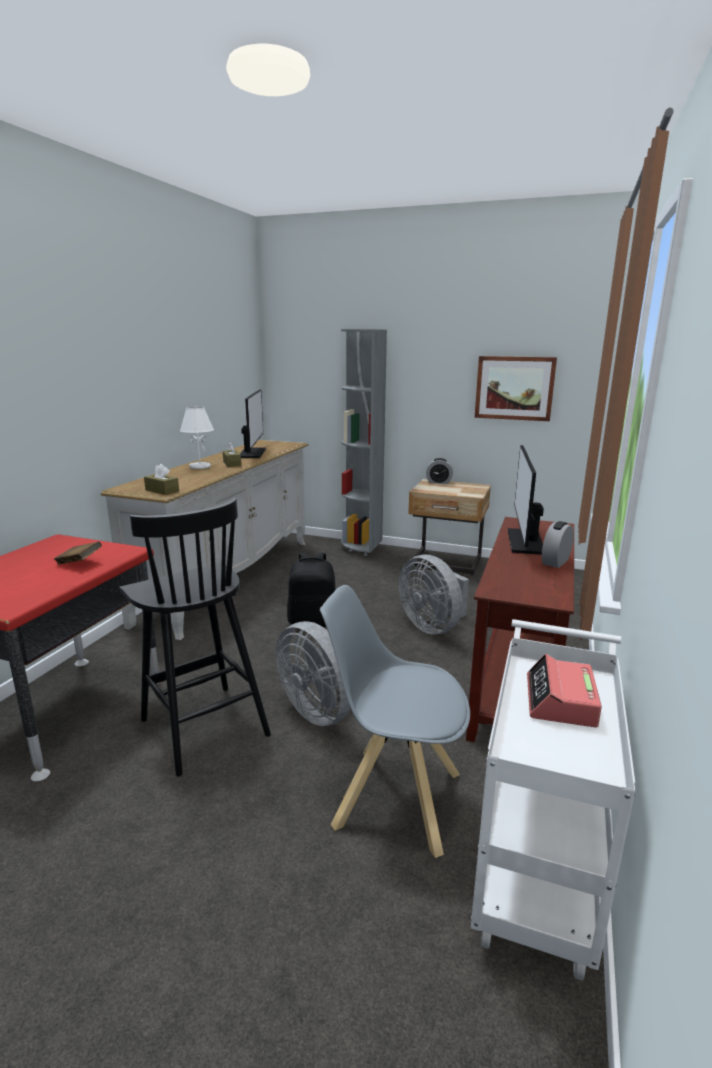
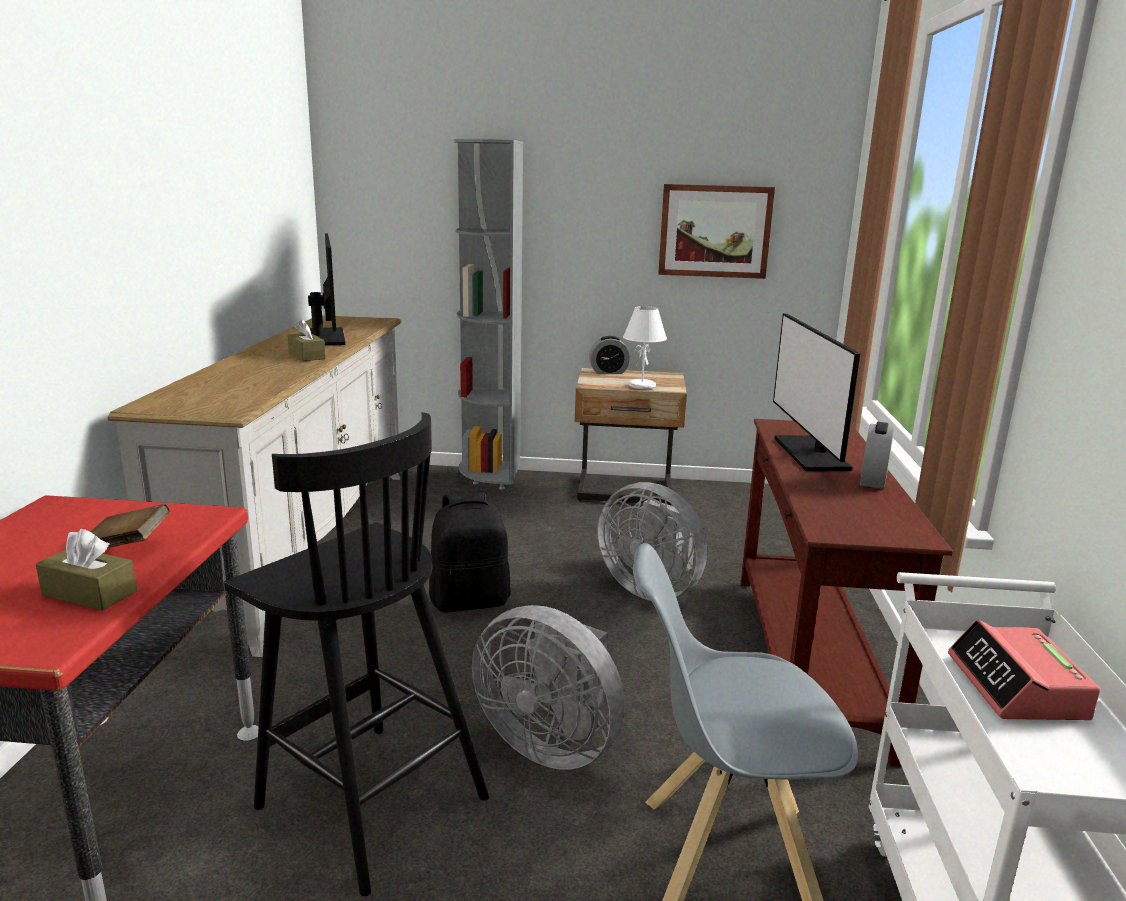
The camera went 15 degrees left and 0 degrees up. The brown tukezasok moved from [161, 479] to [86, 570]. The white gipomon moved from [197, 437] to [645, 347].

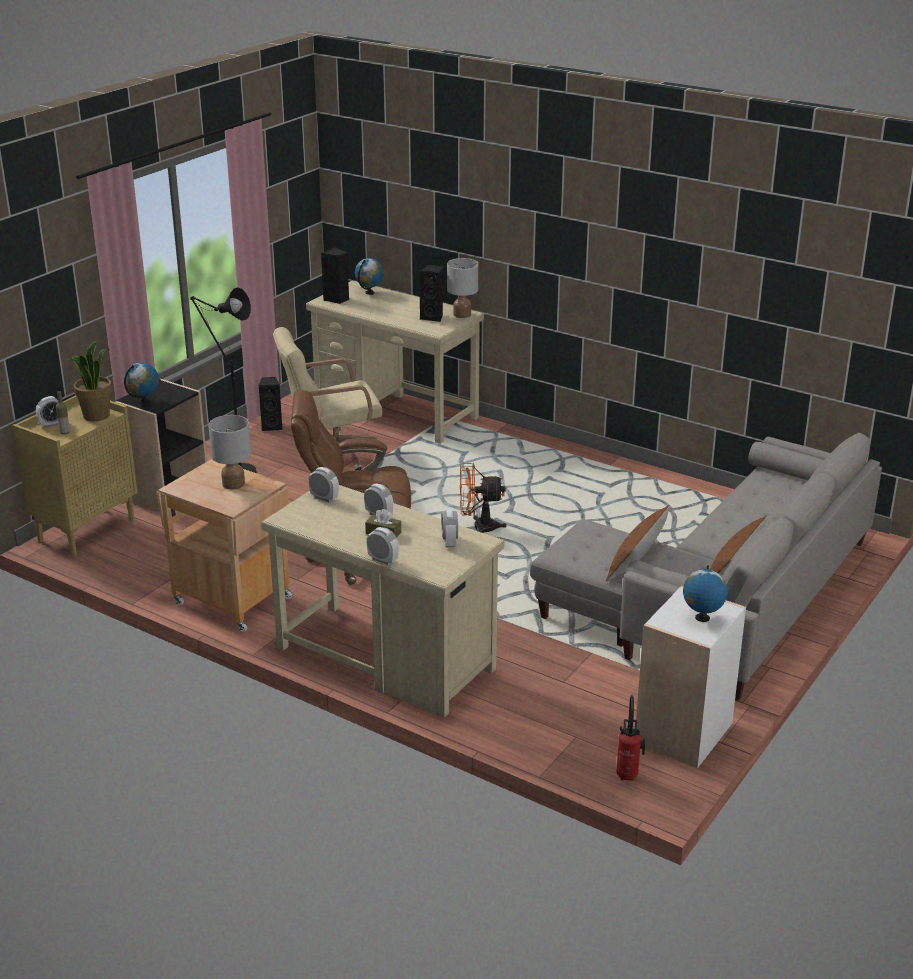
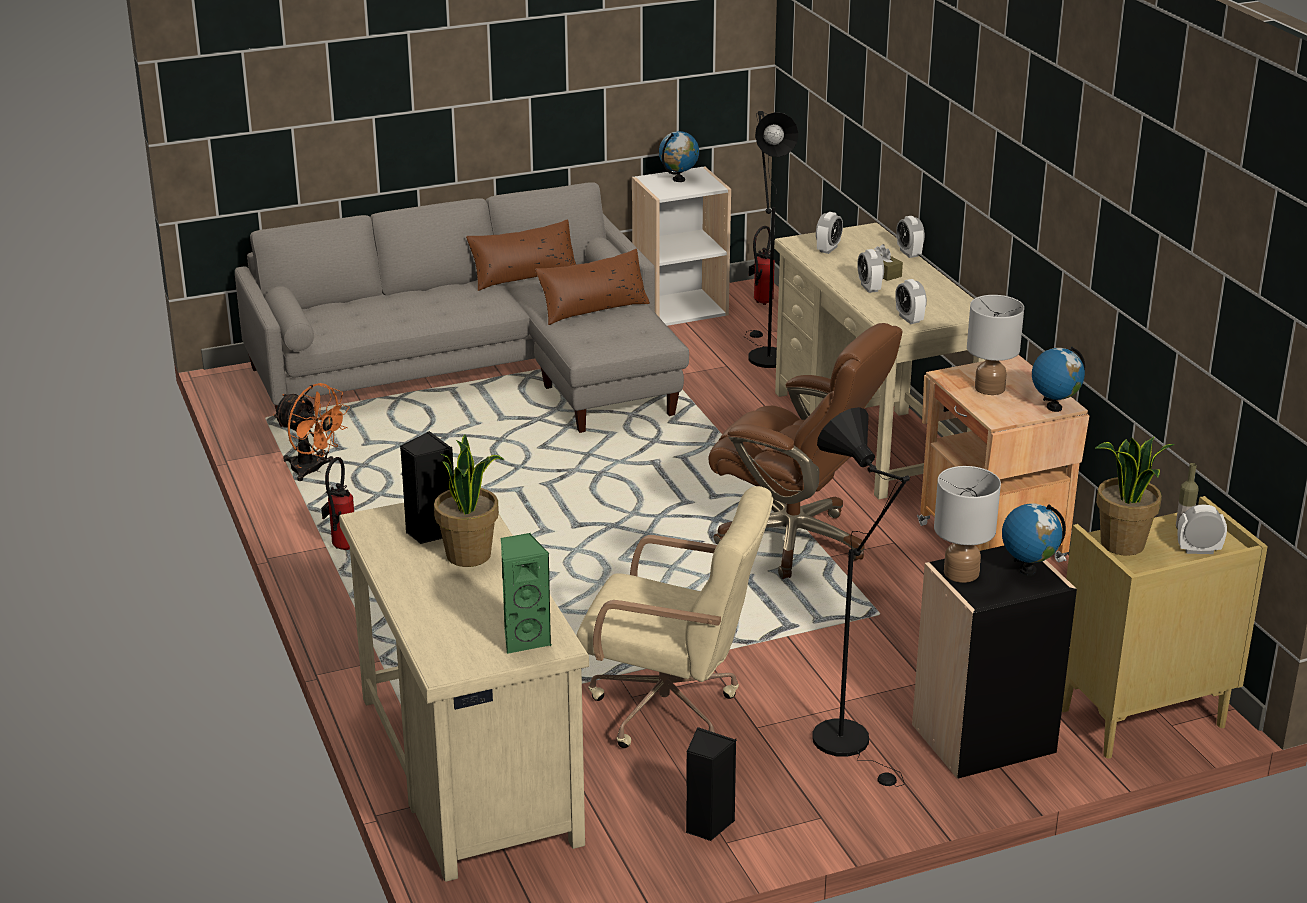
The camera went 145 degrees left and 0 degrees up. The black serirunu at [335, 275] became the green serirunu at [526, 593]. The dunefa moved from [369, 276] to [1058, 379]. The grey gipomon moved from [462, 288] to [967, 524]. The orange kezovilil moved from [483, 498] to [311, 432]. The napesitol at [337, 503] appeared. The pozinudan at [469, 500] appeared. The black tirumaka at [771, 239] appeared.

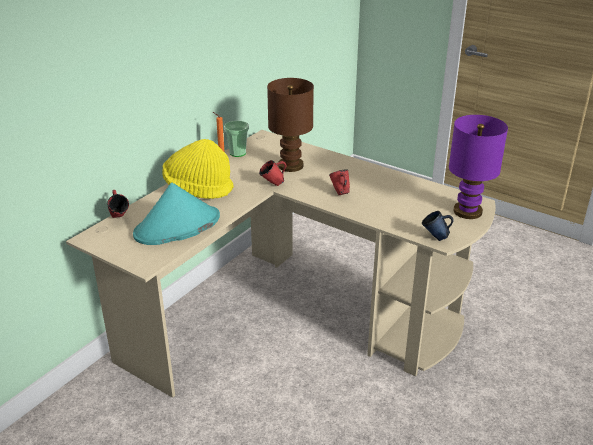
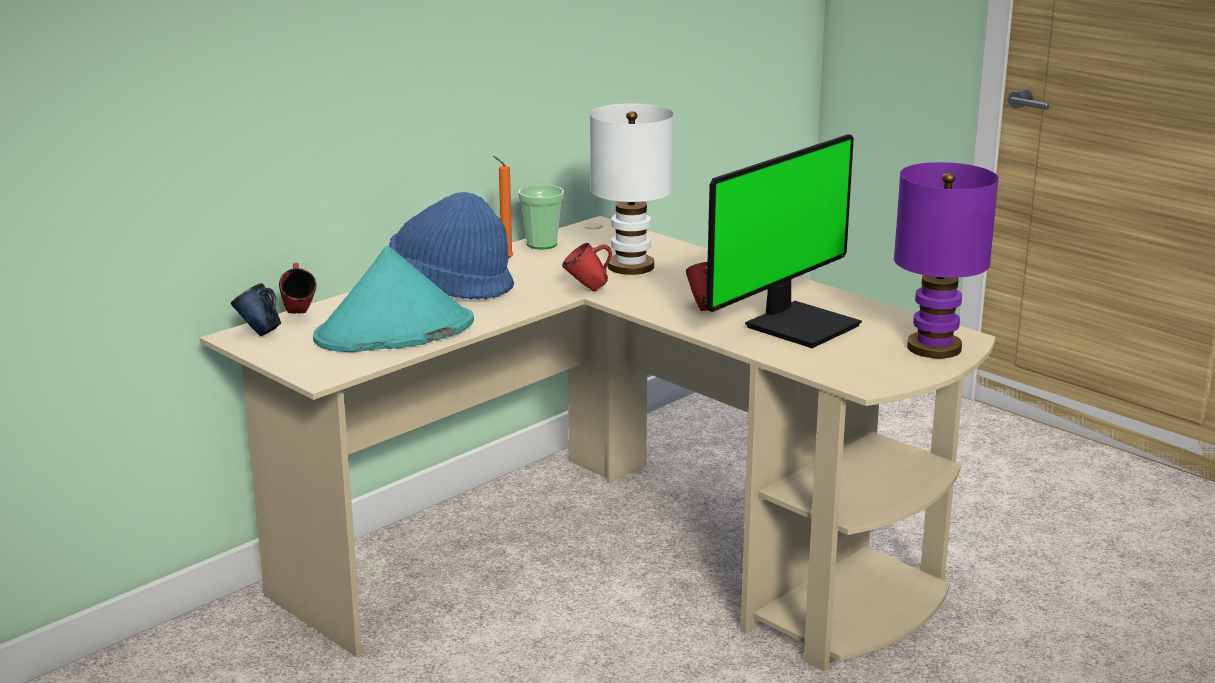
The camera went 10 degrees right and 10 degrees down. The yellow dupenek at [198, 169] became the blue dupenek at [451, 246]. The brown gipomon at [290, 125] became the white gipomon at [632, 189]. The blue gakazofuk moved from [438, 226] to [256, 309]. The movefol at [784, 241] appeared.

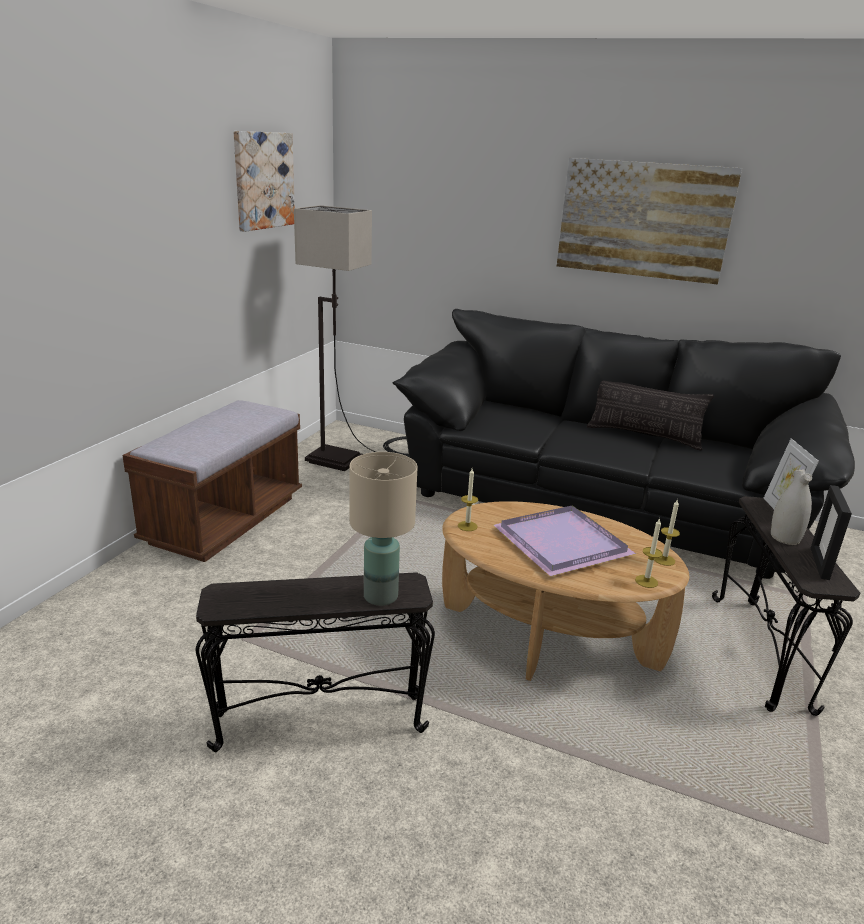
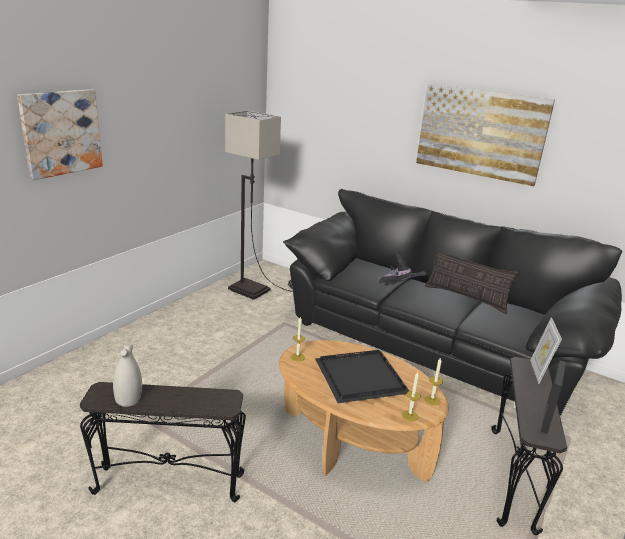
The camera went 10 degrees right and 0 degrees up. The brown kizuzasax at [212, 481] disappeared. The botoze moved from [264, 181] to [60, 134]. The beige gipomon at [383, 529] disappeared. The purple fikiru at [564, 540] became the black fikiru at [362, 376]. The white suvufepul moved from [791, 507] to [127, 376]. The black dupenek at [401, 269] appeared.

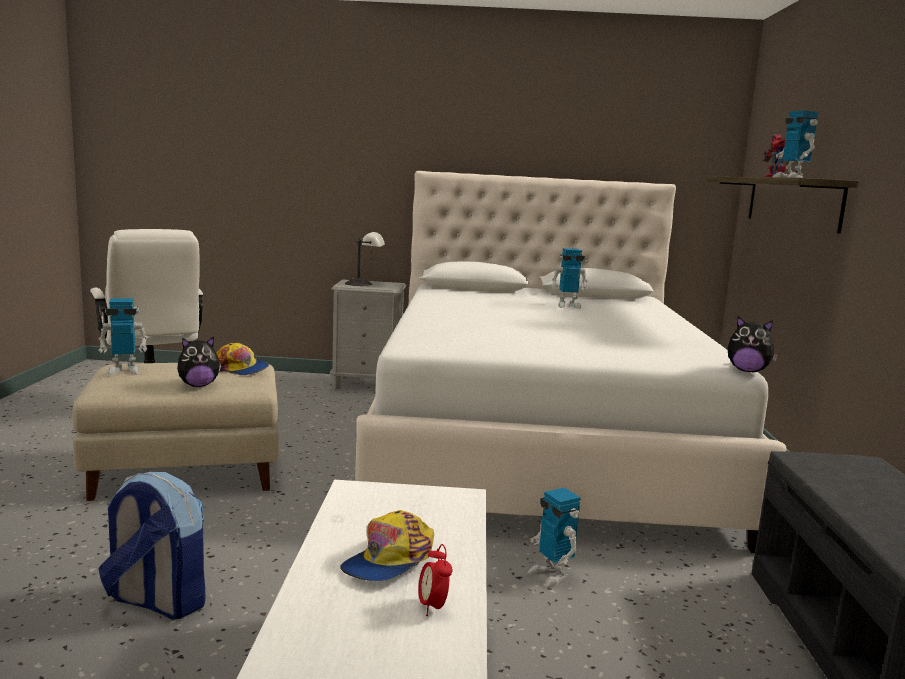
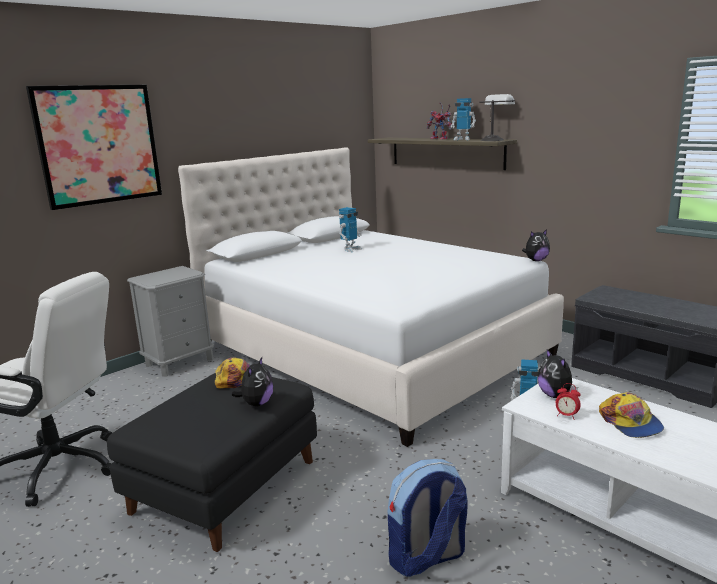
The camera went 45 degrees left and 5 degrees up. The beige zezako at [175, 432] became the black zezako at [212, 462]. The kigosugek at [123, 336] disappeared. The gipomon moved from [365, 259] to [497, 117]. The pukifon moved from [435, 580] to [568, 401]. The botoze at [94, 147] appeared. The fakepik at [557, 373] appeared.

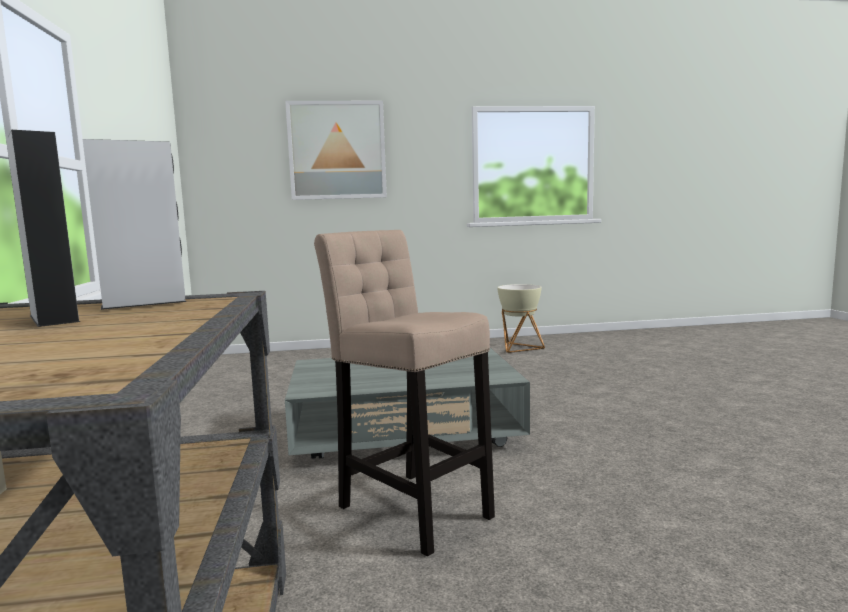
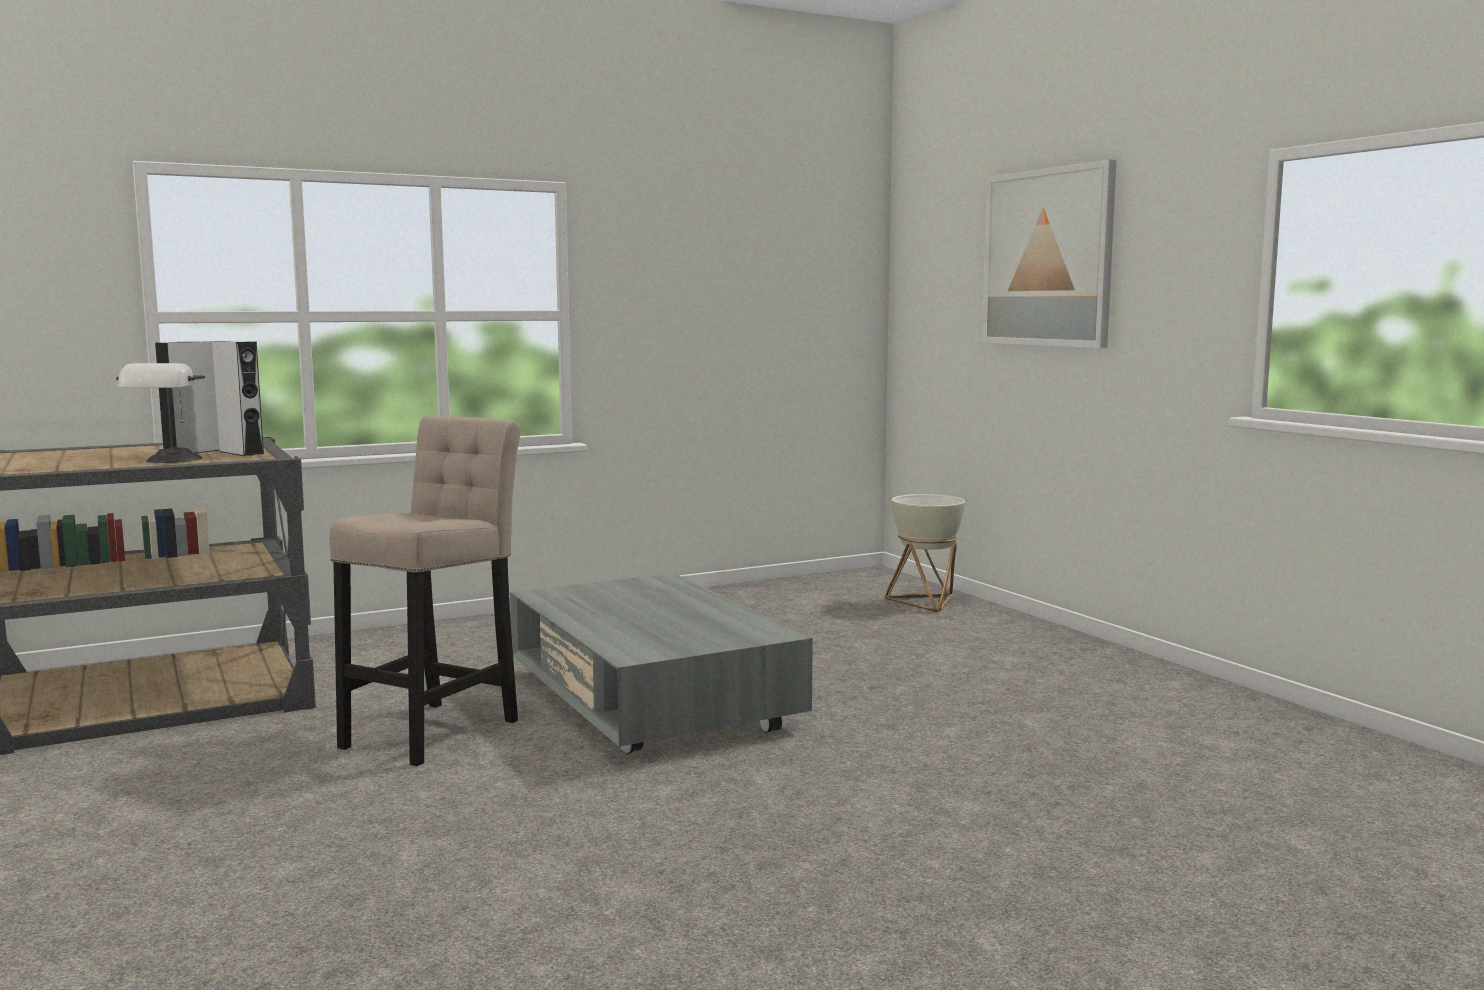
The camera went 70 degrees right and 0 degrees up. The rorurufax moved from [521, 318] to [925, 553]. The gipomon at [160, 413] appeared.

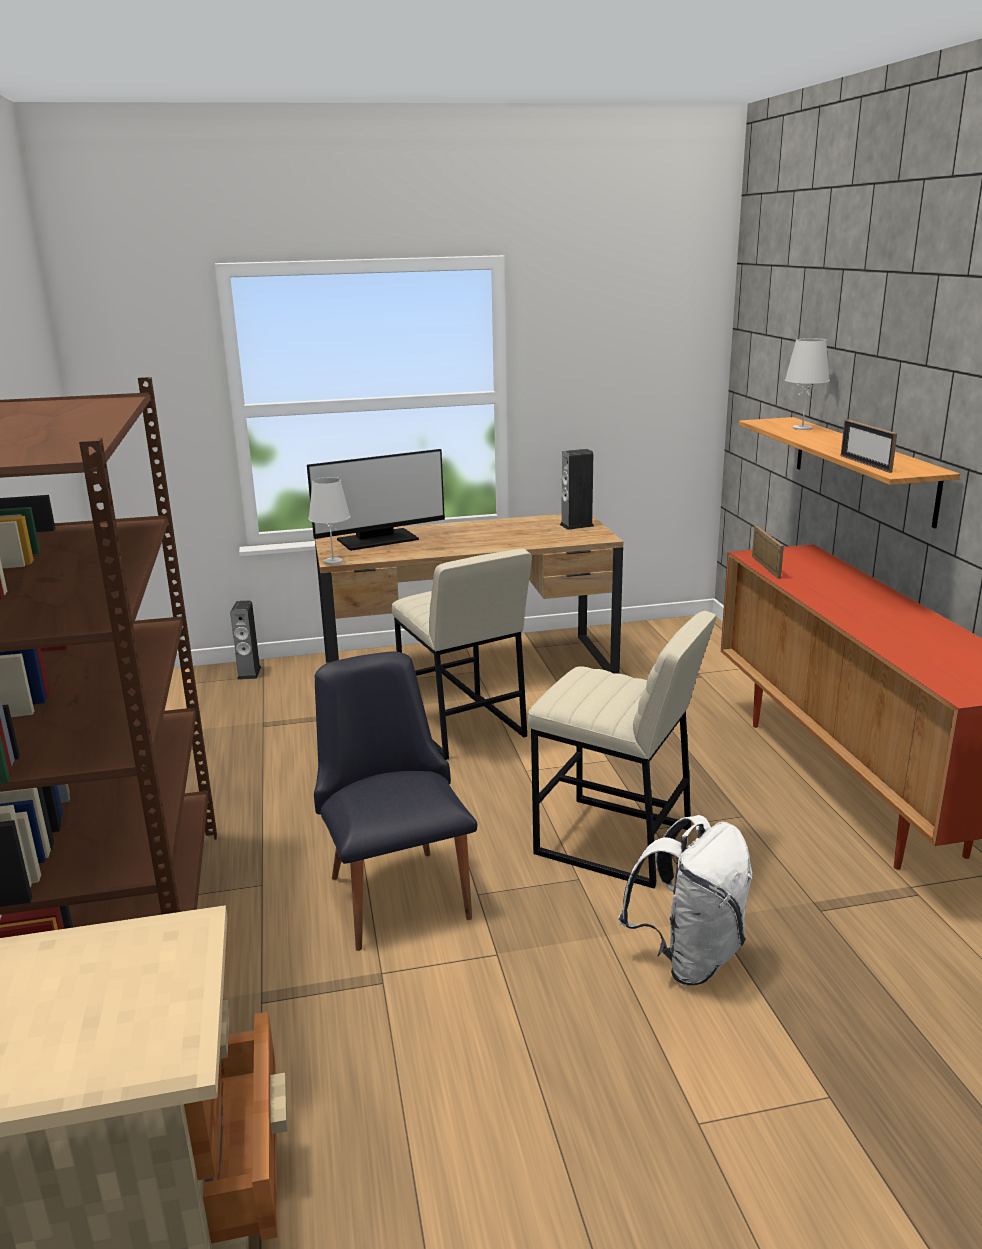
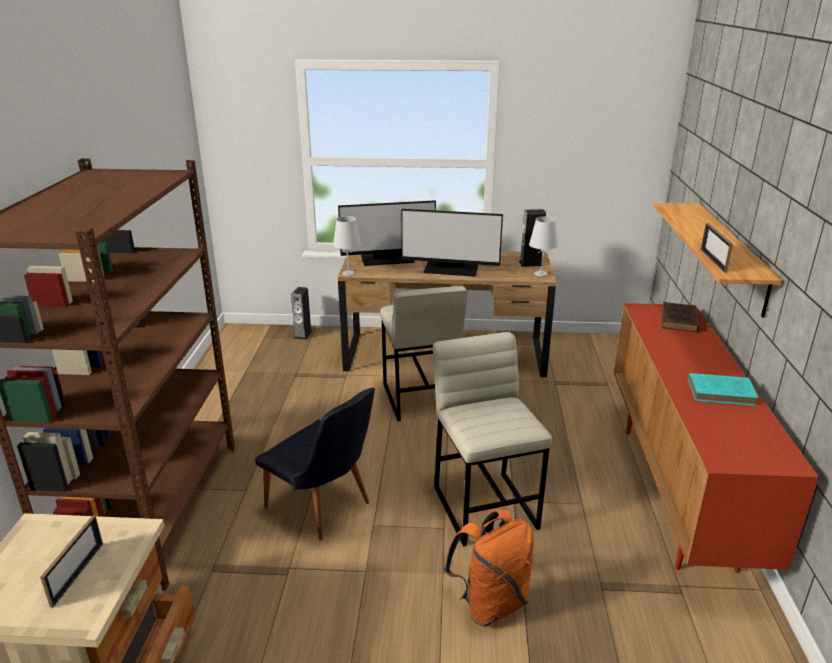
The camera went 15 degrees right and 5 degrees up. The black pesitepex at [395, 801] turned 135 degrees clockwise. The beige pesitepex at [622, 749] turned 150 degrees counterclockwise. The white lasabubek at [685, 900] became the orange lasabubek at [488, 568]. The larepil moved from [768, 552] to [71, 561]. The white gipomon moved from [807, 384] to [543, 246]. The movefol at [452, 243] appeared. The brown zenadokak at [680, 317] appeared. The turquoise zenadokak at [723, 389] appeared.

